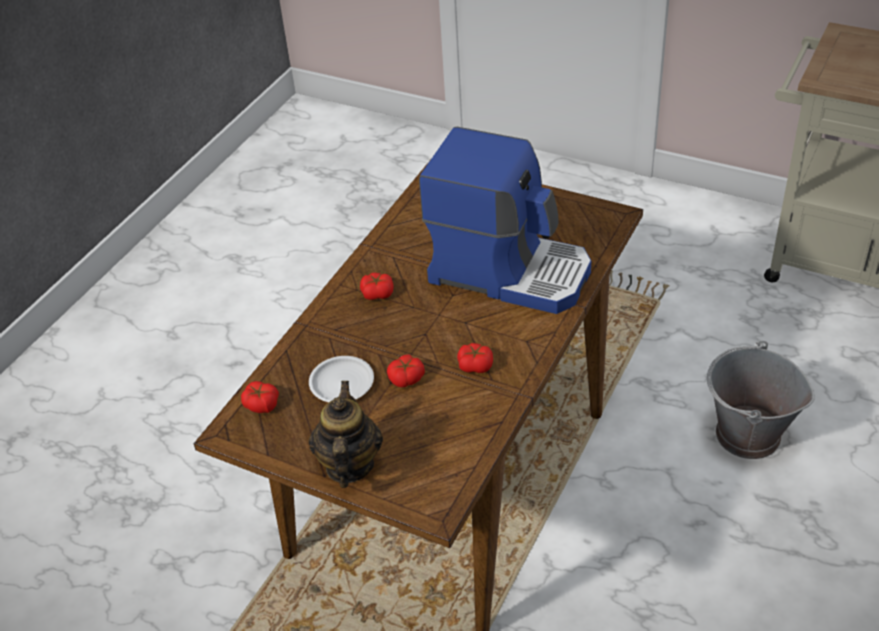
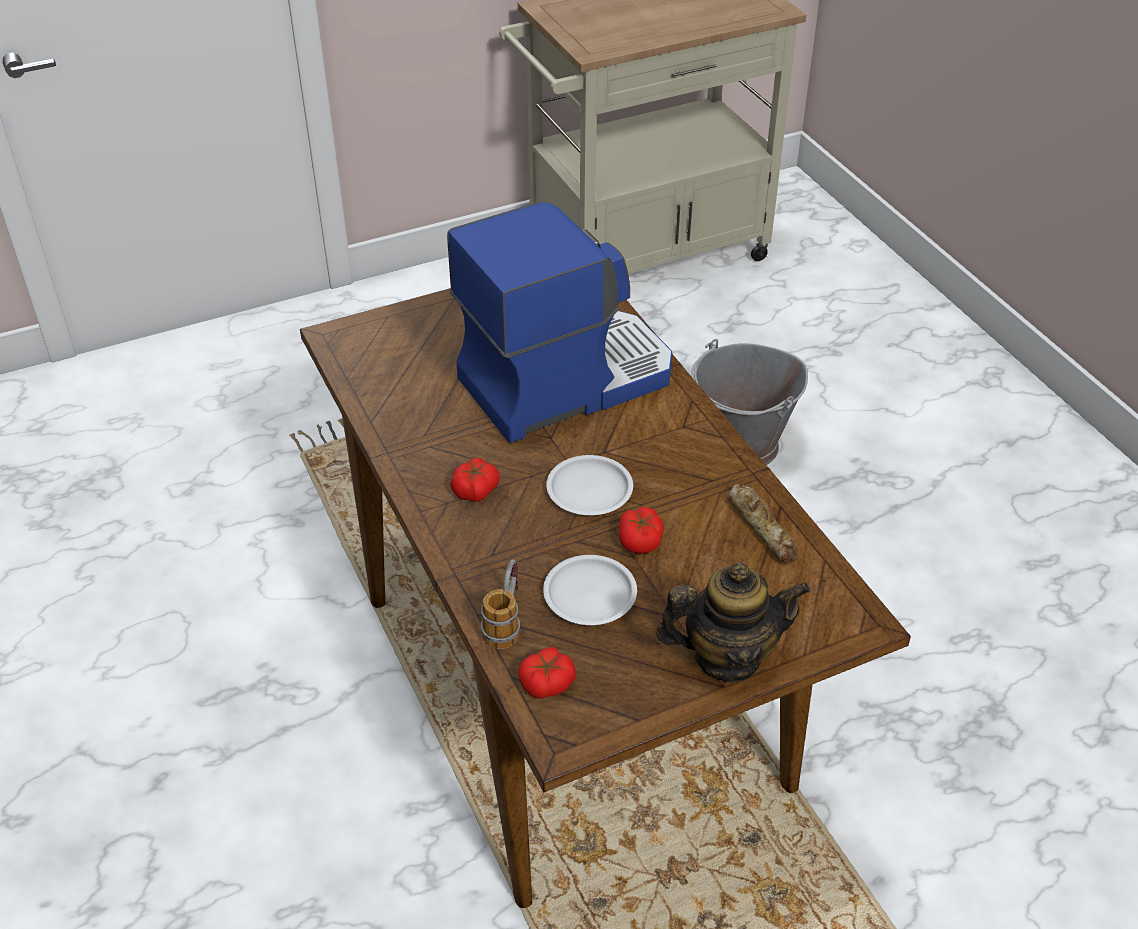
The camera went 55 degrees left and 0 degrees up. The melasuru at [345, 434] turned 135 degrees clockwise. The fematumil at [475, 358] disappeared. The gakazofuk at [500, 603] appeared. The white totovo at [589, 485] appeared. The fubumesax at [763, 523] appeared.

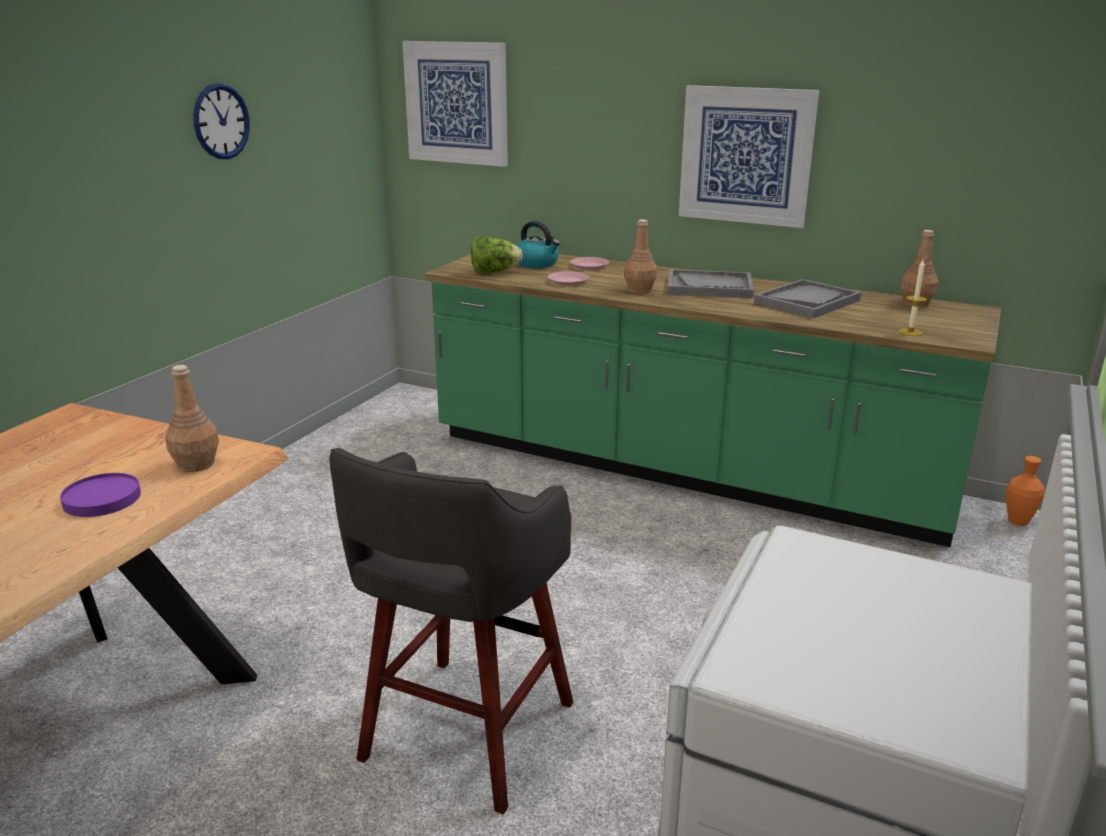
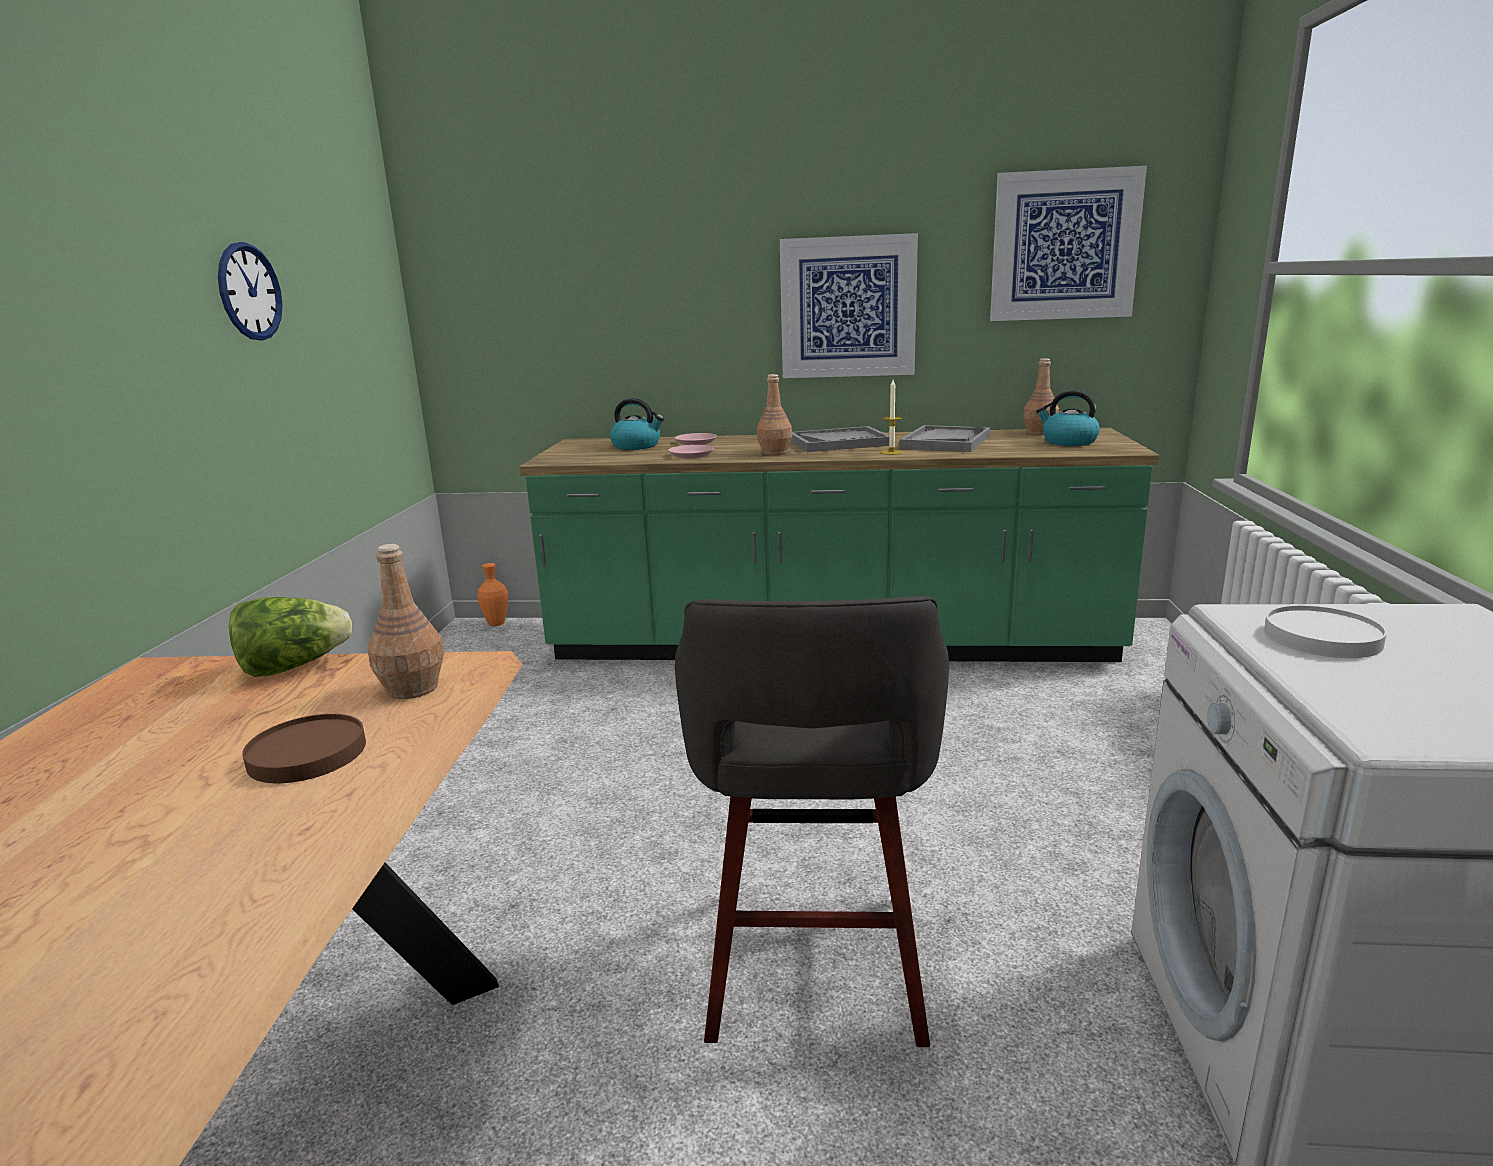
The camera went 20 degrees left and 5 degrees down. The purple totovo at [100, 495] became the brown totovo at [304, 748]. The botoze moved from [455, 104] to [1068, 243]. The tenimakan moved from [497, 255] to [290, 637]. The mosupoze moved from [912, 298] to [892, 417]. The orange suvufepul moved from [1025, 491] to [492, 594]. The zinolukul at [1068, 418] appeared. The white totovo at [1325, 631] appeared.

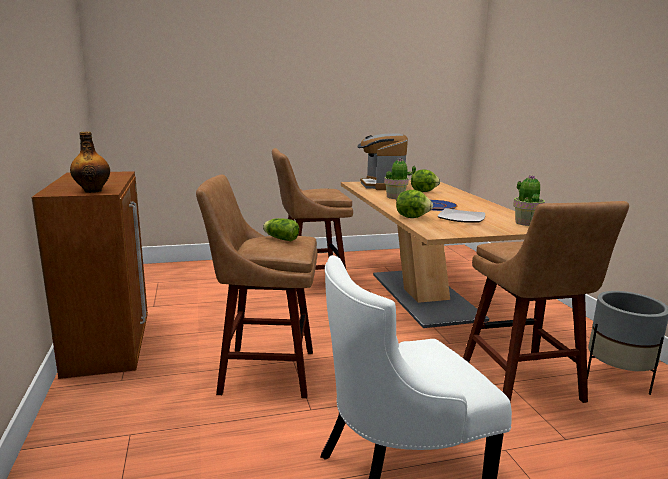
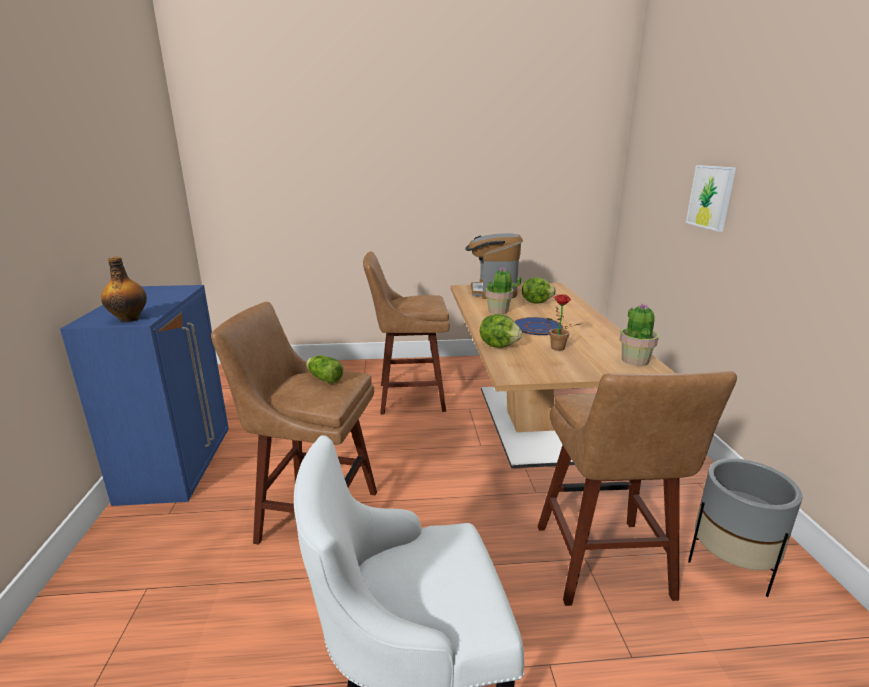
The camera went 10 degrees right and 5 degrees up. The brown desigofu at [89, 275] became the blue desigofu at [144, 395]. The totovo at [461, 215] was replaced by the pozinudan at [563, 322]. The botoze at [711, 198] appeared.

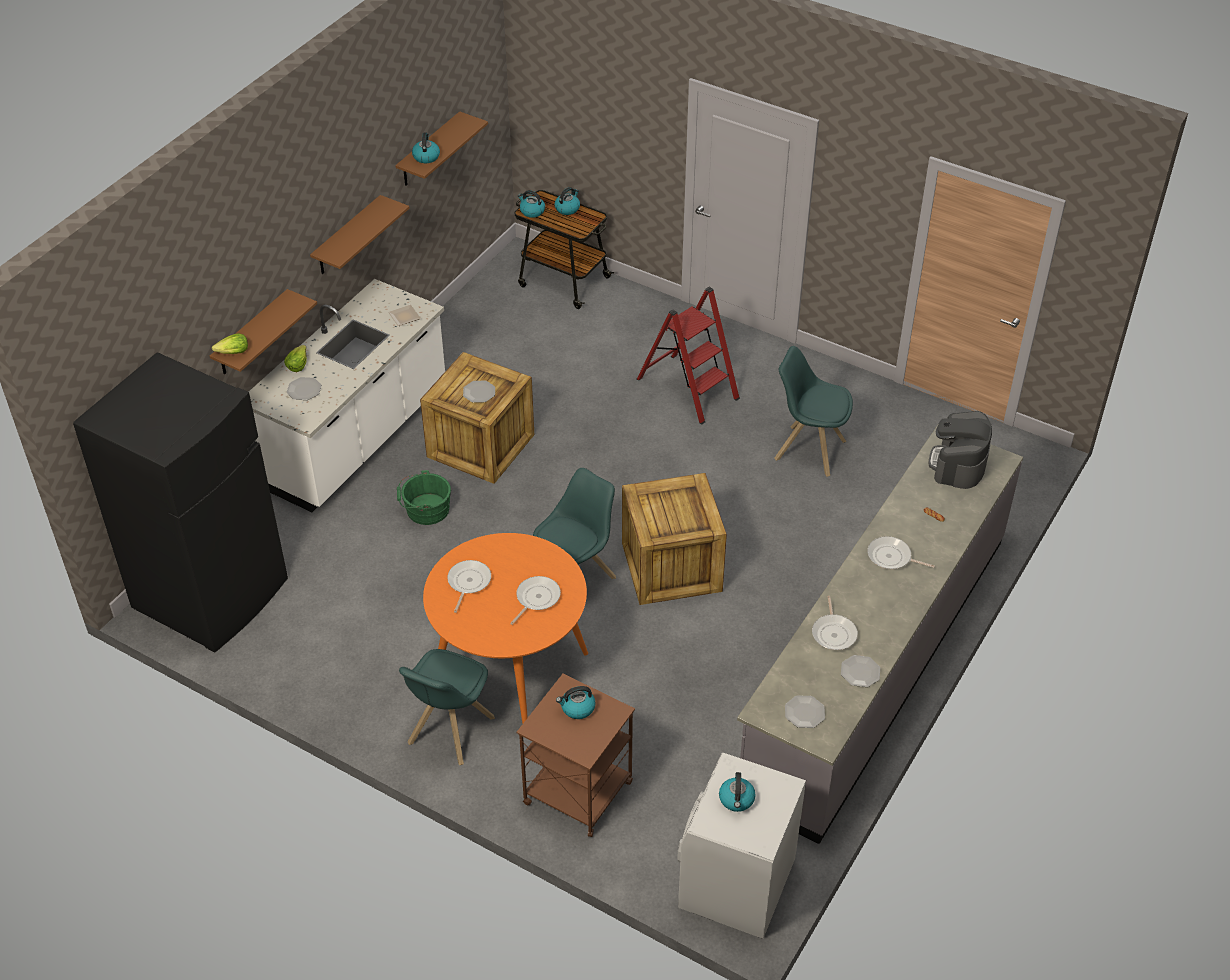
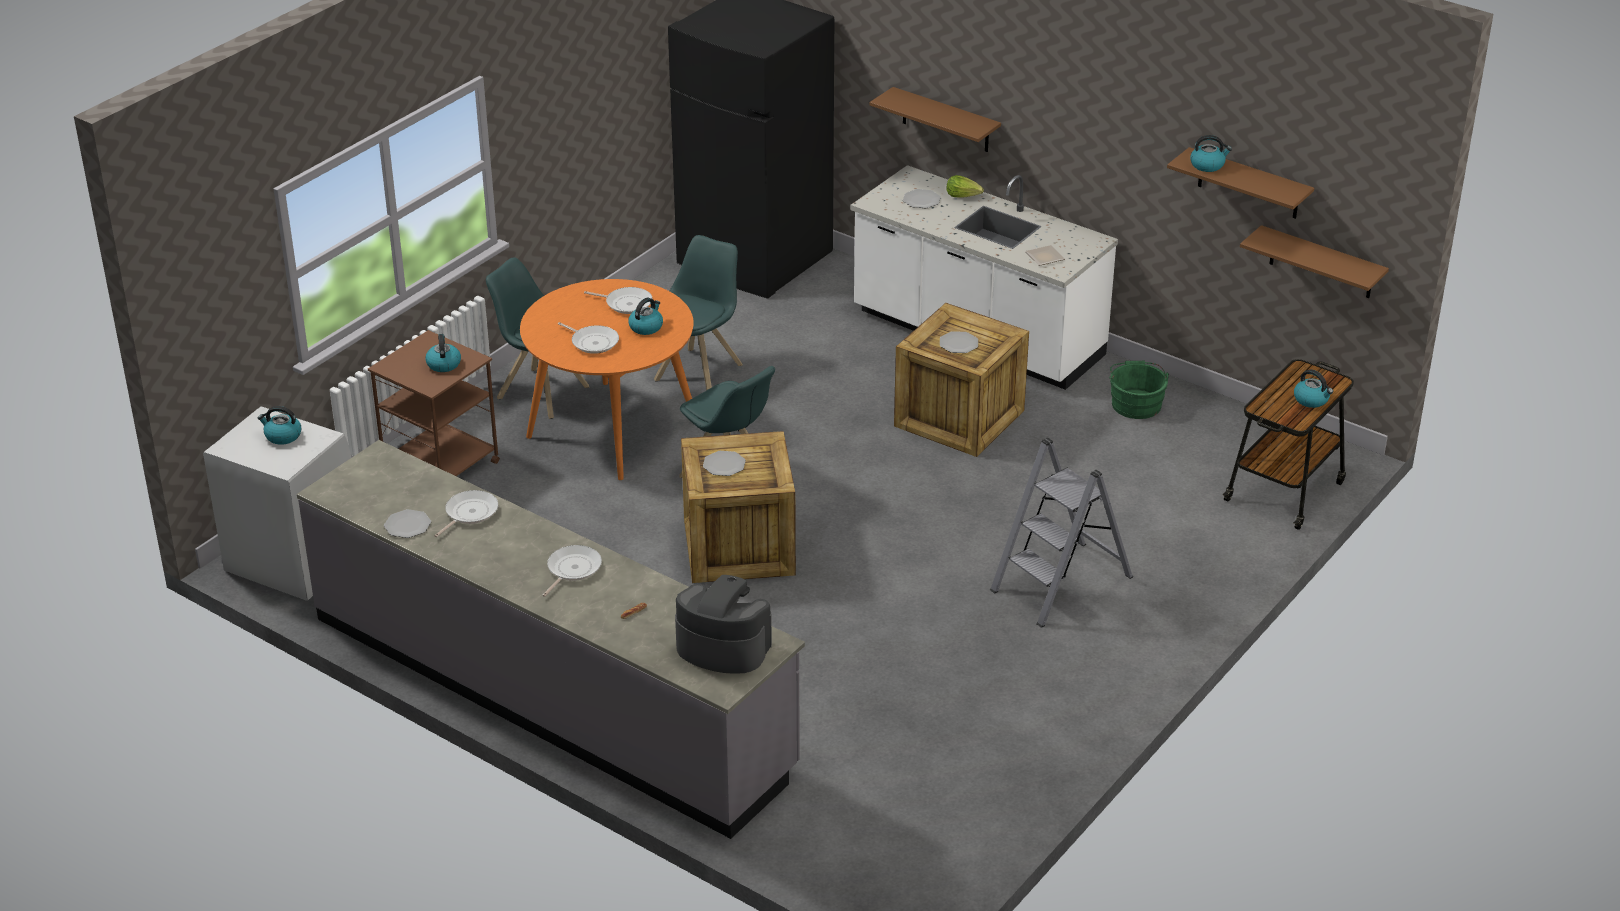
The camera went 95 degrees right and 10 degrees down. The tenimakan at [230, 343] disappeared. The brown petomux moved from [360, 234] to [1314, 261]. The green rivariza moved from [424, 497] to [1139, 389]. The zinolukul moved from [531, 204] to [645, 316]. The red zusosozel at [688, 355] became the grey zusosozel at [1061, 533]. The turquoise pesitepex moved from [813, 411] to [698, 312]. The totovo moved from [805, 711] to [724, 463]. The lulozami at [835, 623] turned 120 degrees clockwise.

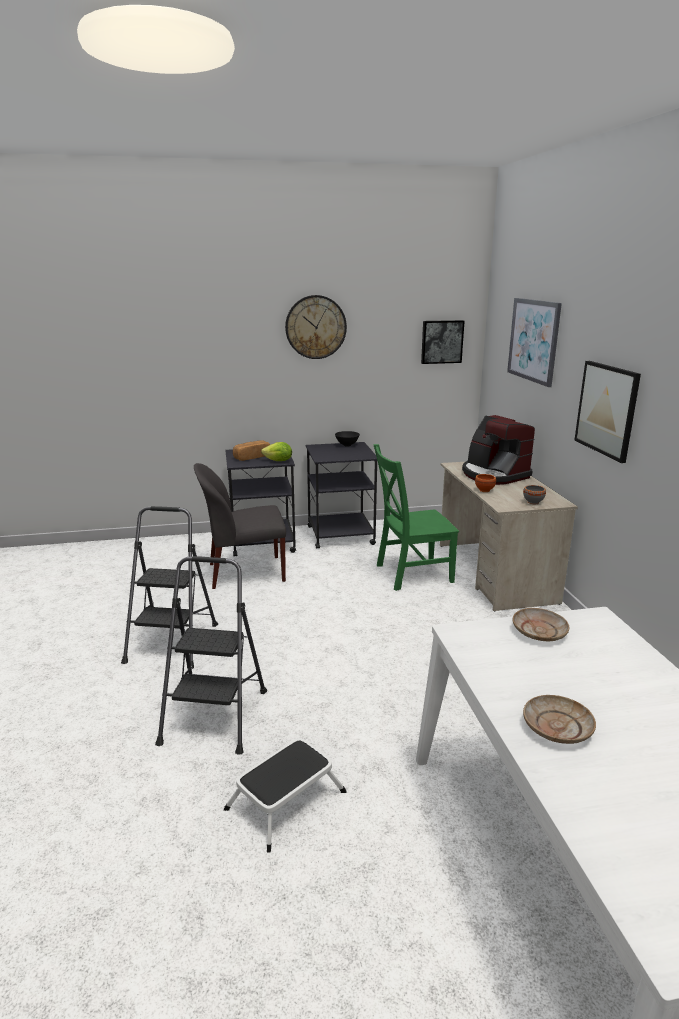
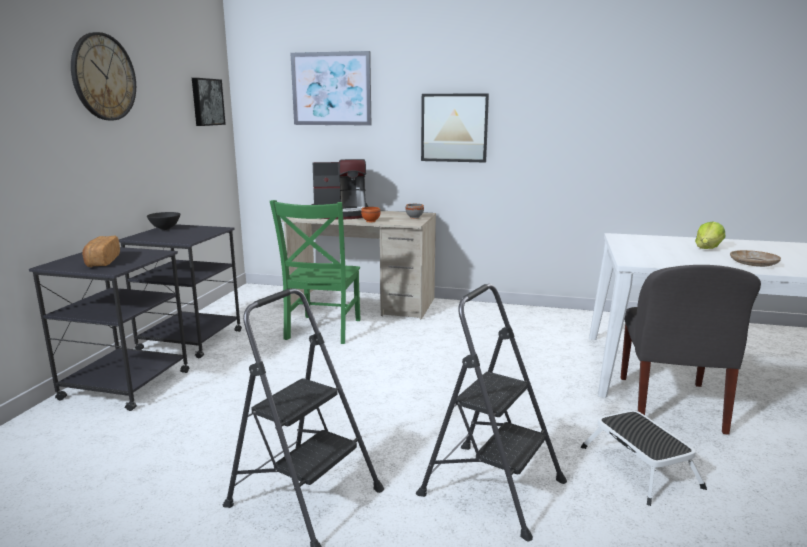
The camera went 65 degrees left and 5 degrees down. The grey pesitepex moved from [240, 526] to [691, 350]. The tenimakan moved from [276, 451] to [710, 235]. The beige totovo at [541, 624] disappeared.

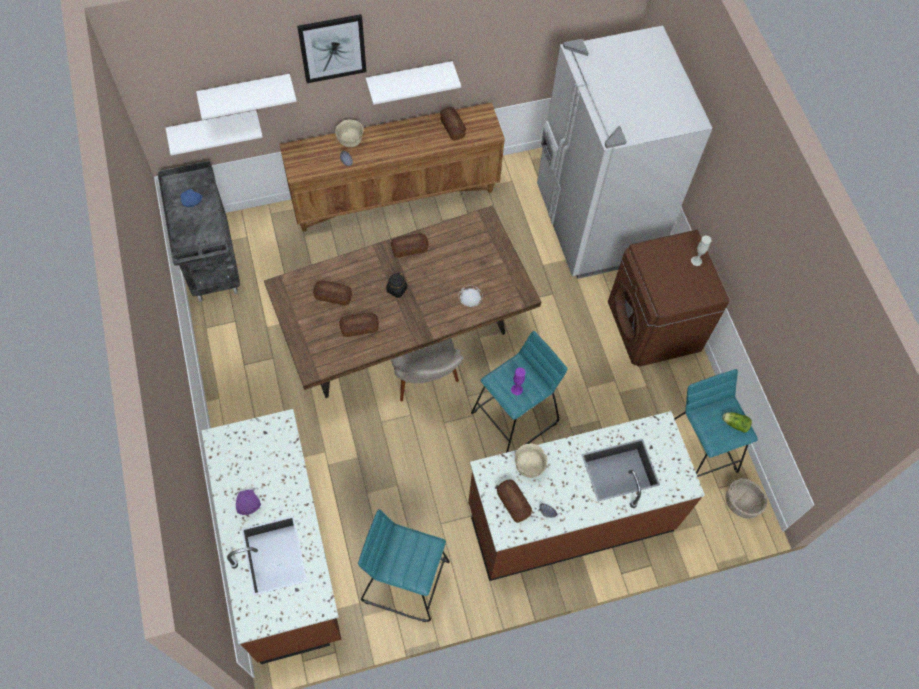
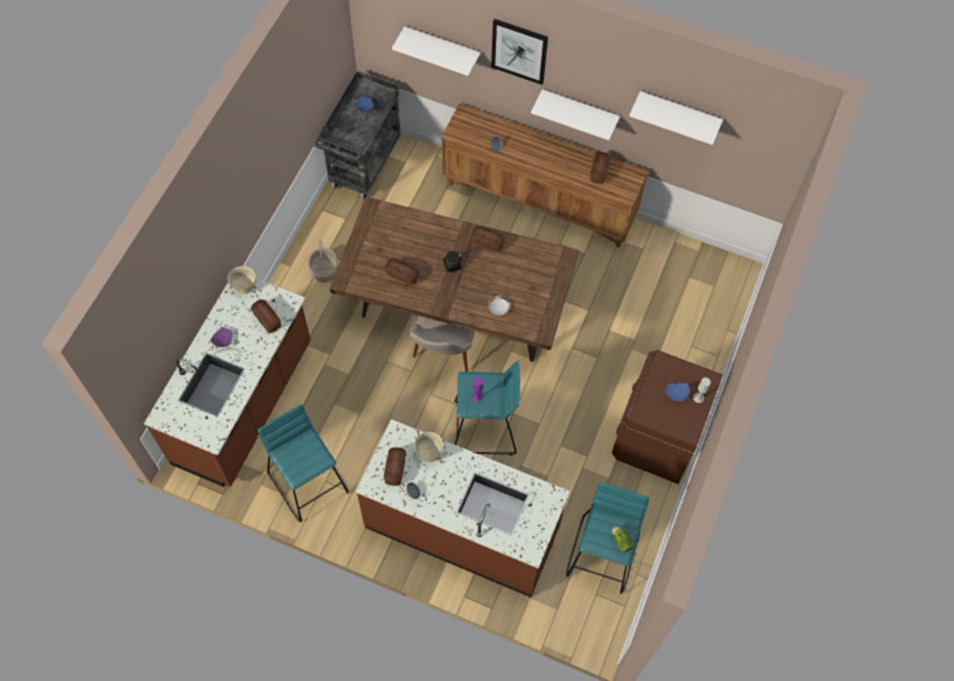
The camera went 40 degrees right and 0 degrees up. The white petomux moved from [214, 132] to [676, 118]. The fubumesax moved from [332, 293] to [266, 316]. The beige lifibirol moved from [349, 133] to [242, 280]. The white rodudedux at [624, 152] disappeared. The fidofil moved from [746, 498] to [323, 262]. The blue totovo at [677, 392] appeared.

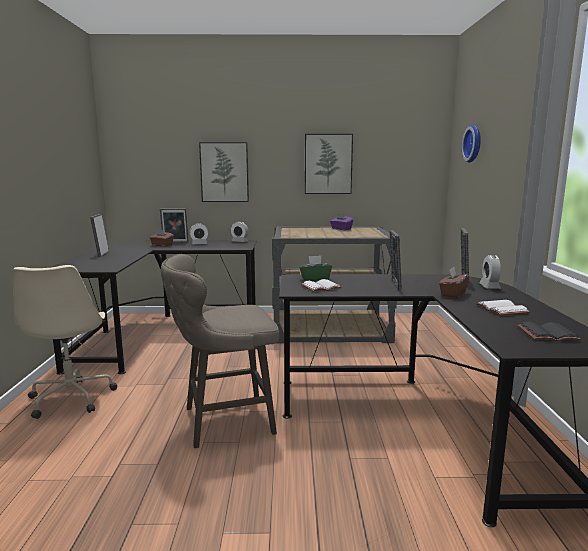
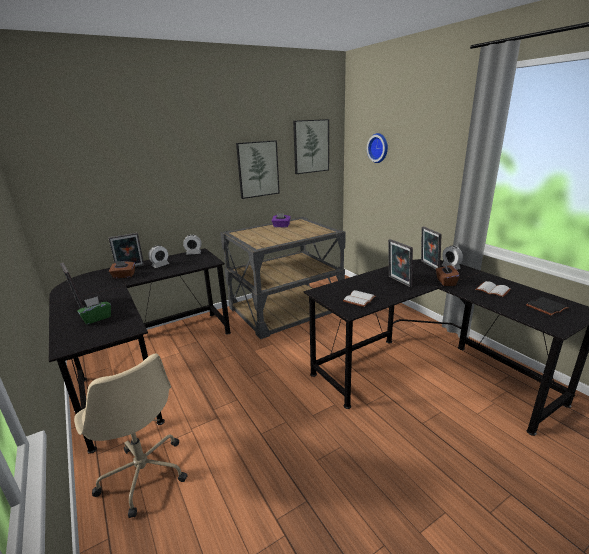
The camera went 30 degrees left and 10 degrees up. The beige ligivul at [220, 351] disappeared. The botoze moved from [224, 172] to [311, 146]. The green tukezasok moved from [315, 268] to [94, 310].

